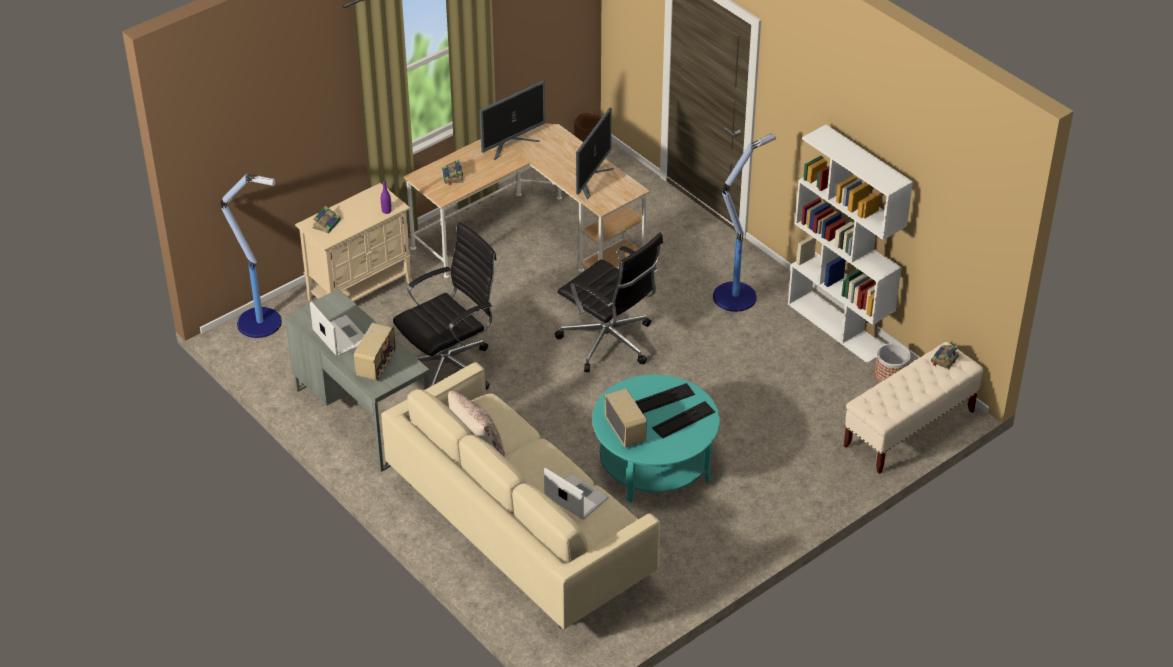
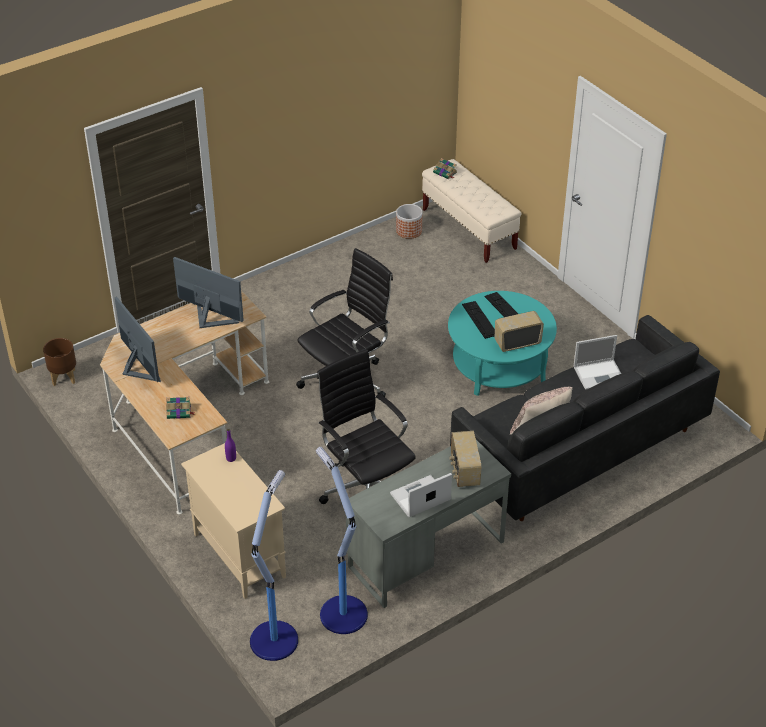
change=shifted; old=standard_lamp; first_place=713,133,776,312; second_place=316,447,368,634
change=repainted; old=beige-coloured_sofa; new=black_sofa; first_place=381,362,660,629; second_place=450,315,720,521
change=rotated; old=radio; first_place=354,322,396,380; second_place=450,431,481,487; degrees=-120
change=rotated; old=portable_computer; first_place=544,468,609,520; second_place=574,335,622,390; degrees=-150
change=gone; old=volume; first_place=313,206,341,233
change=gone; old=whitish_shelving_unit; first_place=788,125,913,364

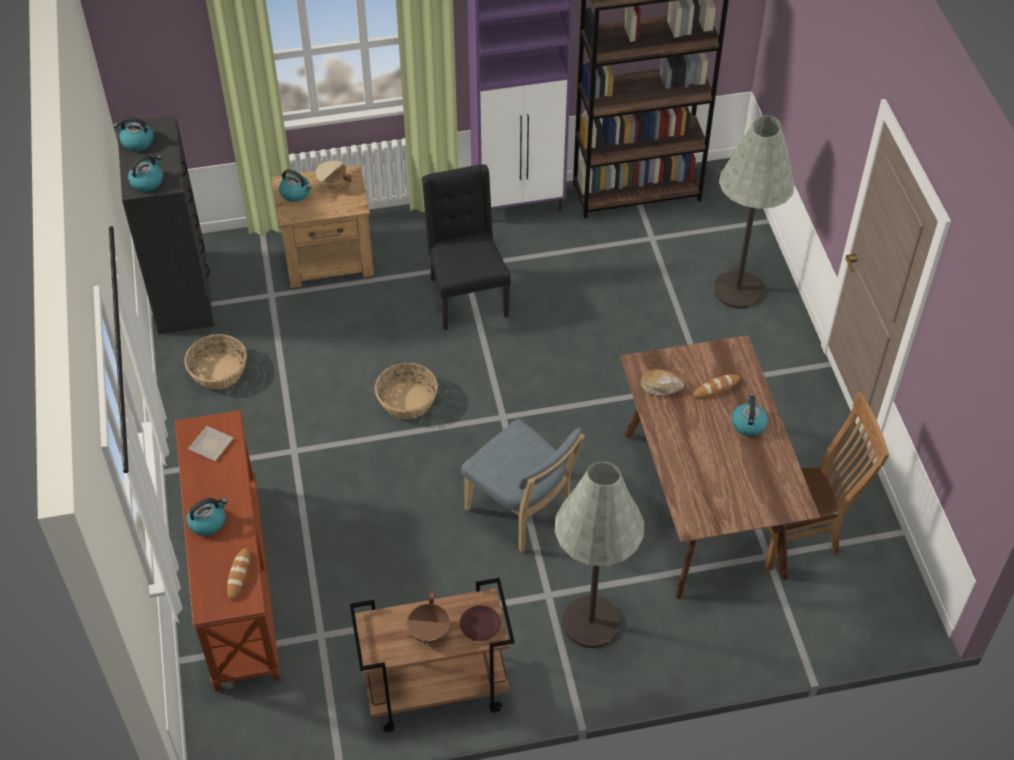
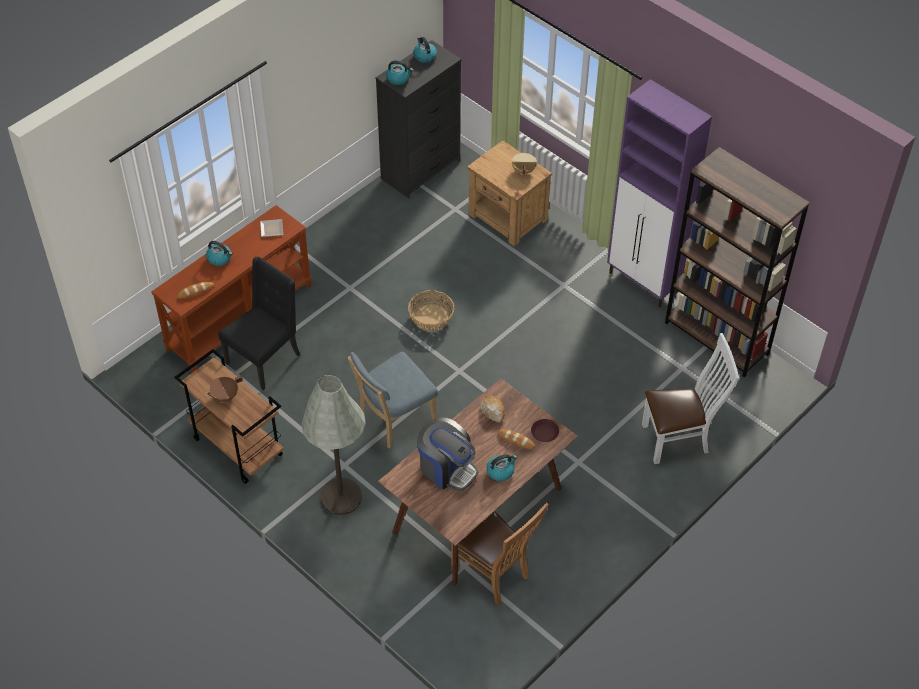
change=shifted; old=black_plain_chair; first_place=422,164,511,330; second_place=218,256,300,390
change=rotated; old=blue_plain_chair; first_place=461,419,585,552; second_place=348,352,438,448; degrees=45
change=new; new=coffee_machine; second_place=417,418,478,491
change=shifted; old=brownish_flat_dish; first_place=460,605,501,641; second_place=531,419,559,442
change=swapped; old=gray_standard_lamp; new=whitish_plain_chair; first_place=714,115,794,309; second_place=642,333,739,464
change=gone; old=household_basket; first_place=184,334,247,389
change=gone; old=tea_kettle; first_place=279,169,312,202

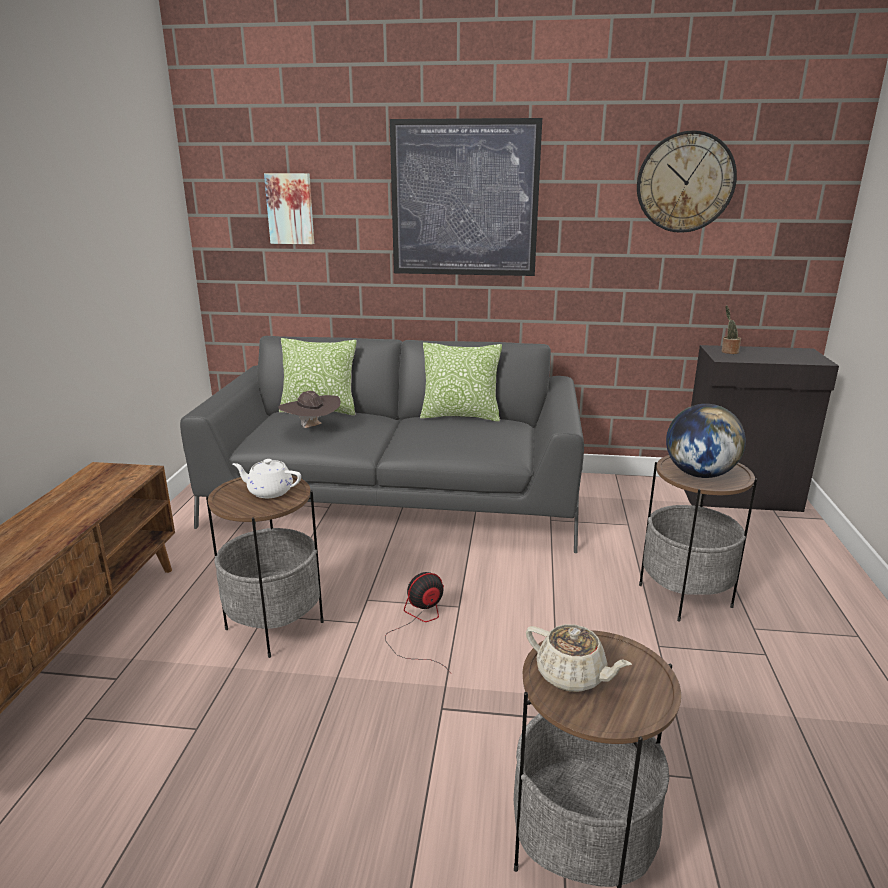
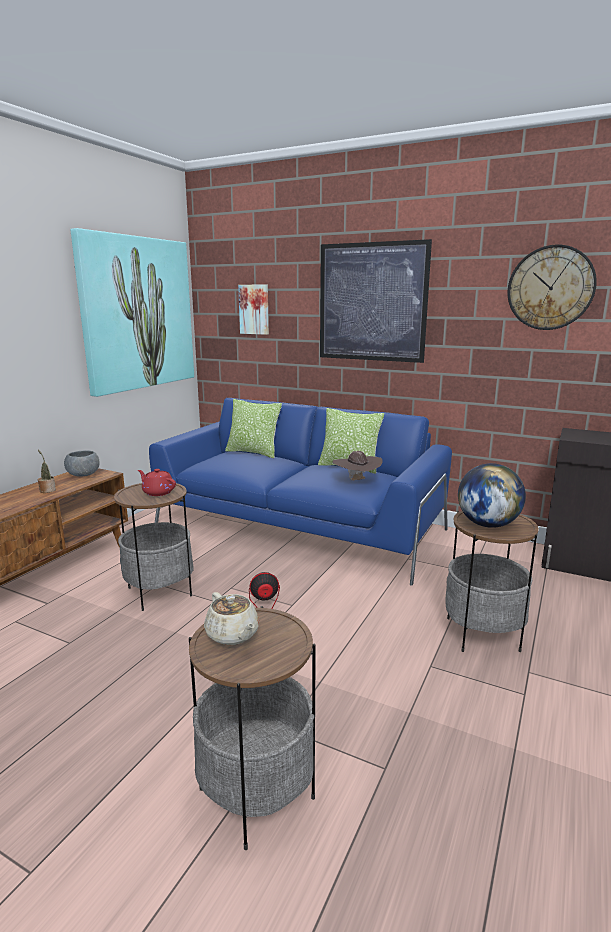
change=shifted; old=plant_in_a_pot; first_place=722,305,741,354; second_place=38,450,56,493
change=new; new=gray_deep_dish; second_place=64,450,100,477
change=new; new=wall_art; second_place=70,228,194,397
change=repainted; old=whitish_teapot; new=red_teapot; first_place=233,459,301,498; second_place=138,469,176,496
change=repainted; old=gray_sofa; new=blue_sofa; first_place=180,336,584,553; second_place=149,398,452,586
change=shifted; old=brownish_wearable_hat; first_place=278,391,341,428; second_place=333,451,382,480

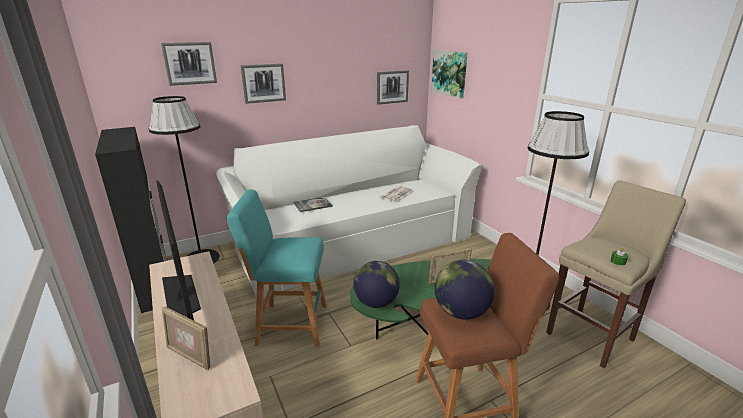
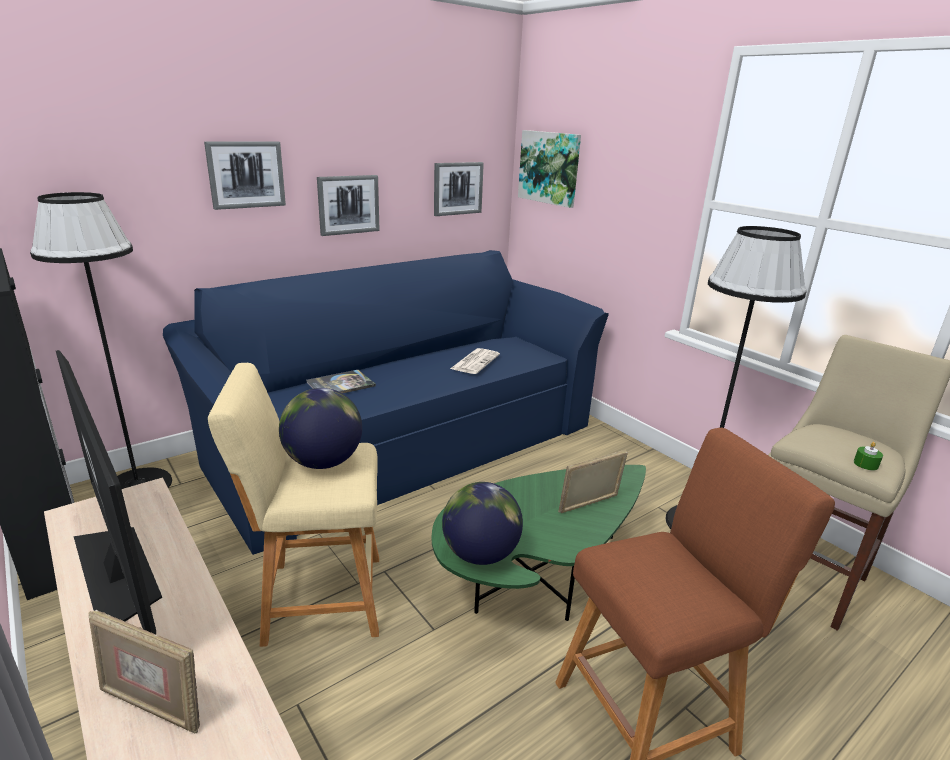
change=repainted; old=whitish_sofa; new=blue_sofa; first_place=216,125,483,297; second_place=163,250,609,555
change=repainted; old=turquoise_sitting_stool; new=beige-coloured_sitting_stool; first_place=227,189,327,347; second_place=208,363,379,647
change=shifted; old=desk_globe; first_place=435,260,495,320; second_place=279,388,362,469
change=shifted; old=wall_art; first_place=161,42,217,86; second_place=317,175,379,236

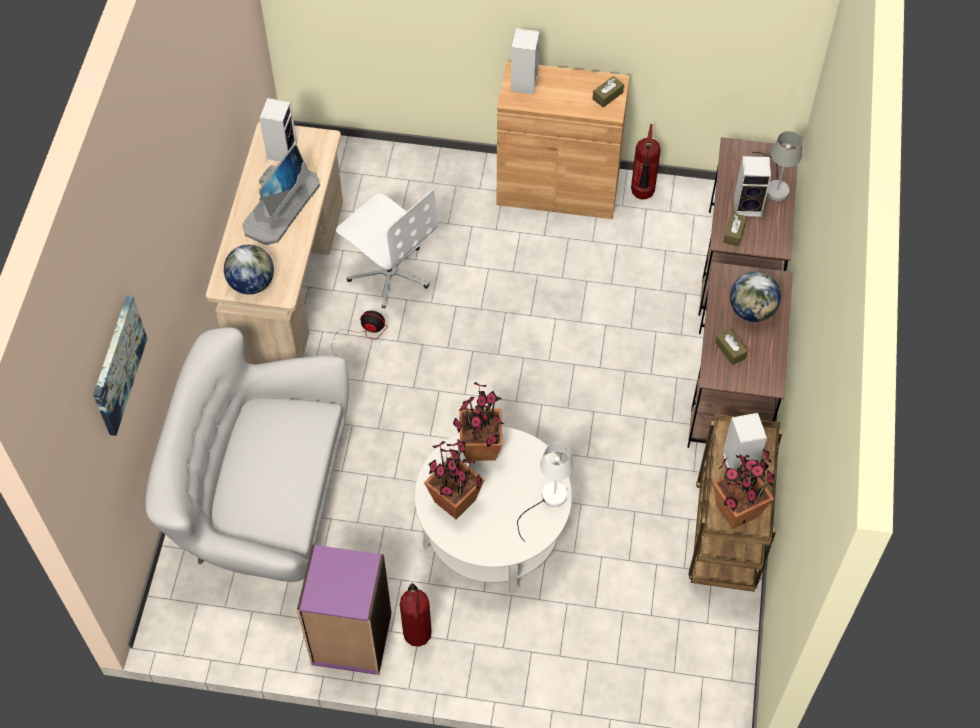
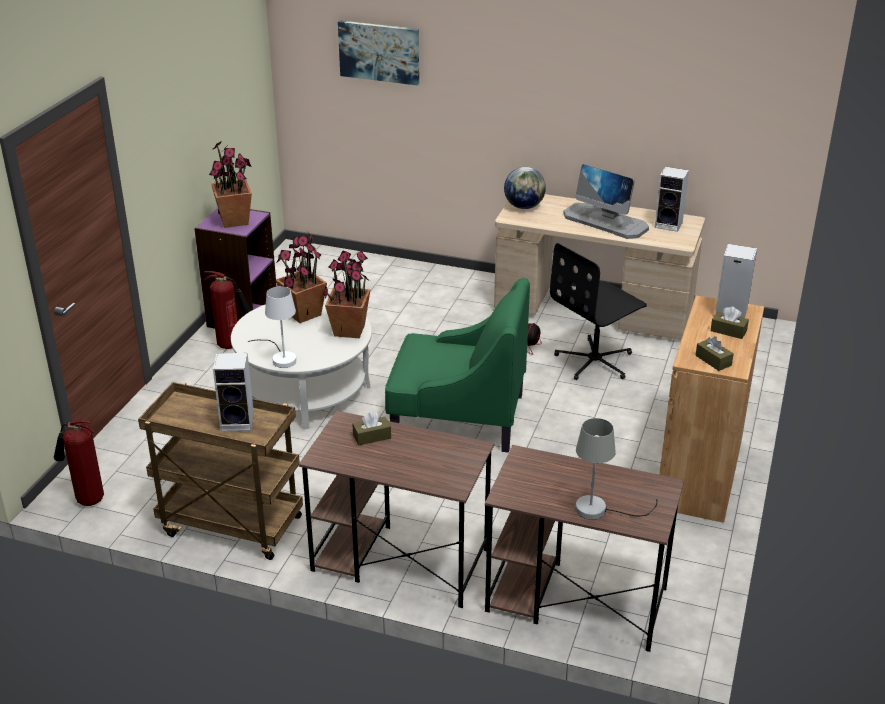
change=shifted; old=fire_extinguisher; first_place=631,124,661,200; second_place=54,420,104,506
change=shifted; old=plant_in_a_pot; first_place=713,449,775,529; second_place=209,140,252,228
change=new; new=green-coloured_armchair; second_place=385,278,530,453
change=repainted; old=whitish_office_chair; new=black_office_chair; first_place=336,190,438,309; second_place=550,243,647,380
change=shifted; old=brownish_tissue_box; first_place=723,213,747,247; second_place=711,307,749,339
change=gone; old=whitish_sofa; first_place=145,327,349,582
change=gone; old=desk_globe; first_place=730,272,781,322
change=gone; old=speaker; first_place=734,156,771,217

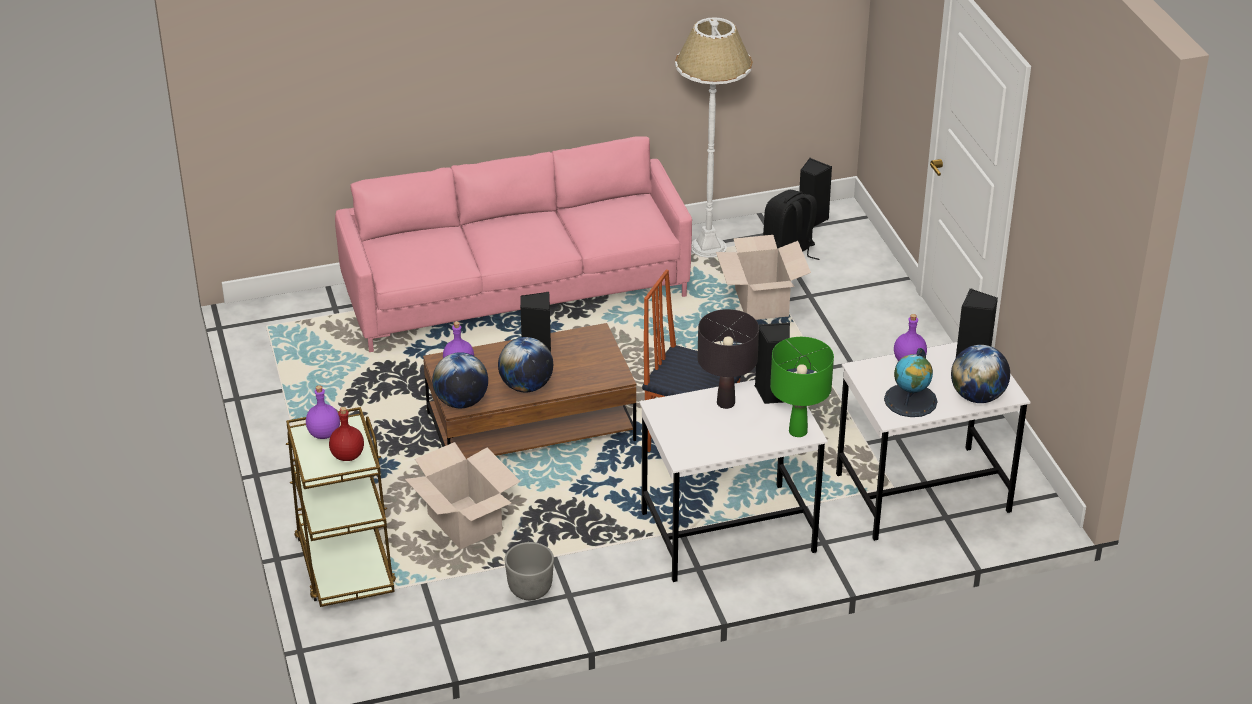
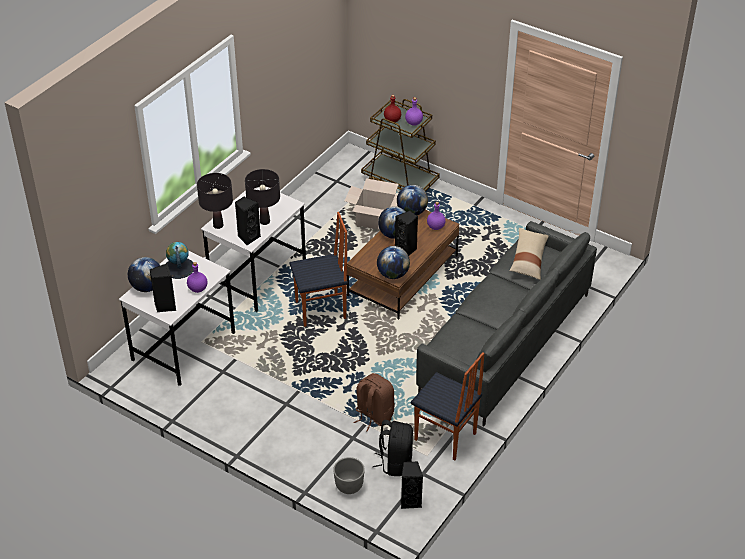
change=repainted; old=green-coloured_lamp_for_a_table; new=black_lamp_for_a_table; first_place=770,337,834,437; second_place=197,173,233,229
change=shifted; old=gray_plant_pot; first_place=505,542,554,600; second_place=333,457,365,494
change=swapped; old=carton; new=brownish_knapsack; first_place=716,235,811,320; second_place=353,373,395,432
change=new; new=desk_globe; second_place=377,246,410,279
change=swapped; old=whitish_standard_lamp; new=plain_chair; first_place=675,17,753,258; second_place=411,352,484,460
change=repainted; old=pink_sofa; new=gray_sofa; first_place=335,136,692,352; second_place=416,221,597,426
change=new; new=beige-coloured_throw_pillow; second_place=510,228,549,280

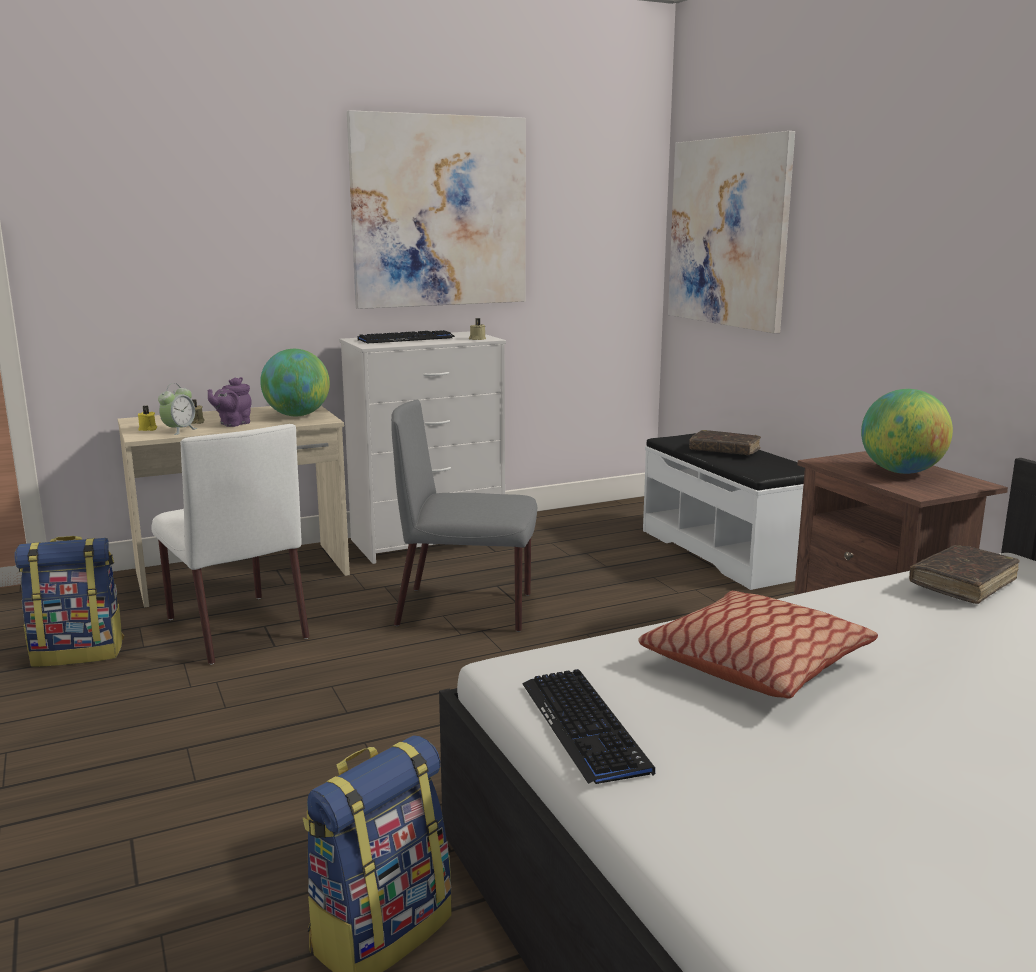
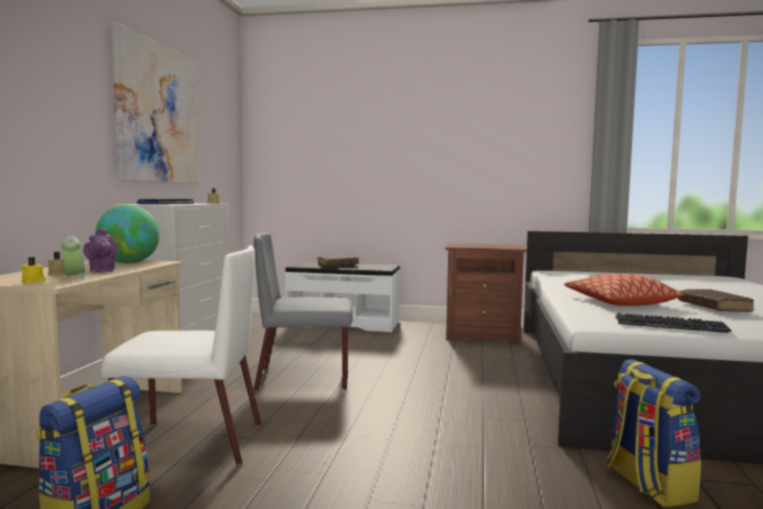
change=rotated; old=gray_plain_chair; first_place=391,400,537,632; second_place=254,233,353,391; degrees=45
change=shifted; old=brownish_volume; first_place=909,545,1020,604; second_place=678,289,754,312
change=gone; old=wall_art; first_place=668,131,795,333
change=gone; old=desk_globe; first_place=861,389,953,474

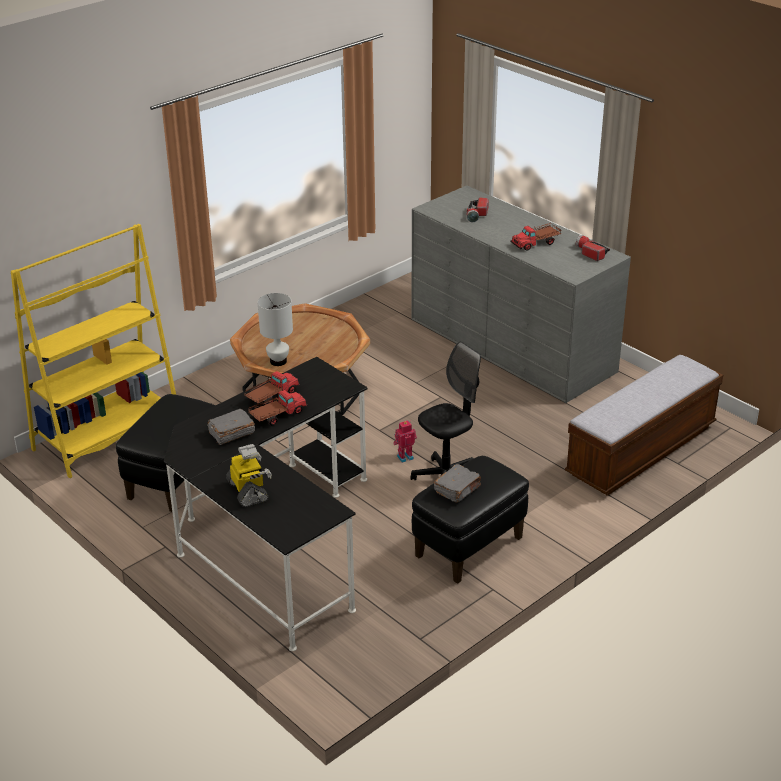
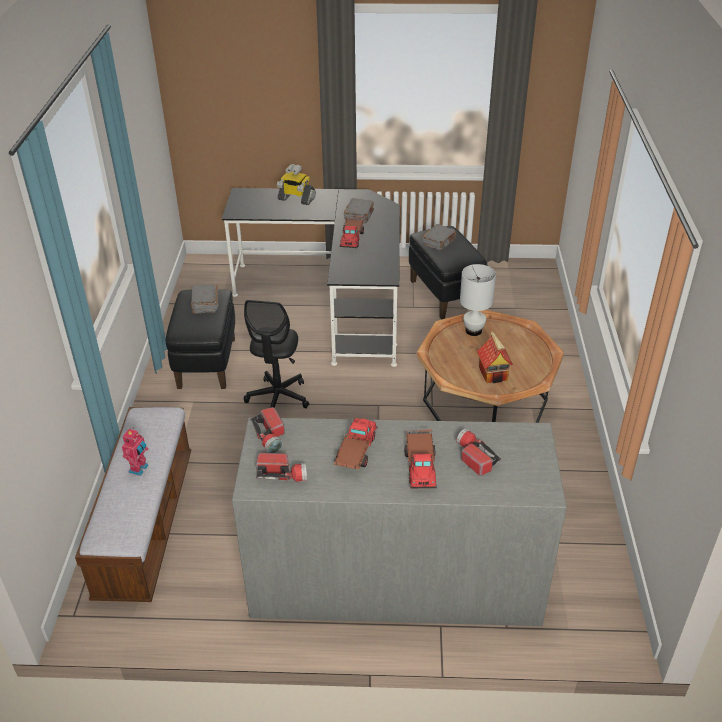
change=shifted; old=robot_figure; first_place=393,420,417,463; second_place=122,428,149,476
change=new; new=hand_torch; second_place=251,407,285,453
change=shifted; old=toy_lorry; first_place=244,371,300,404; second_place=405,429,437,488
change=new; new=gray_volume; second_place=422,224,456,250
change=new; new=model_house; second_place=477,331,513,383
change=gone; old=yellowish_shelving_unit; first_place=11,224,176,478

